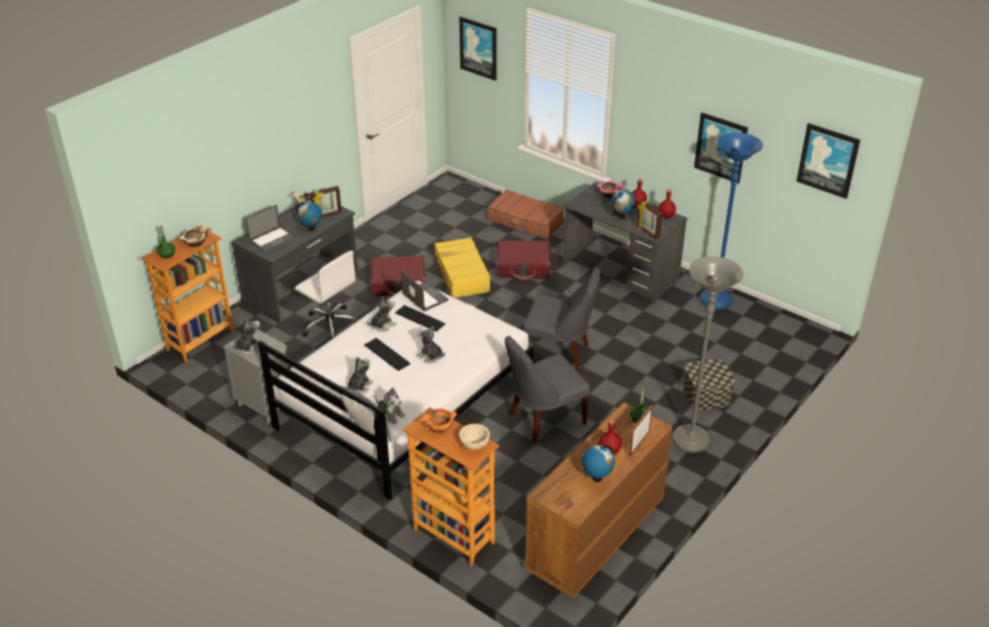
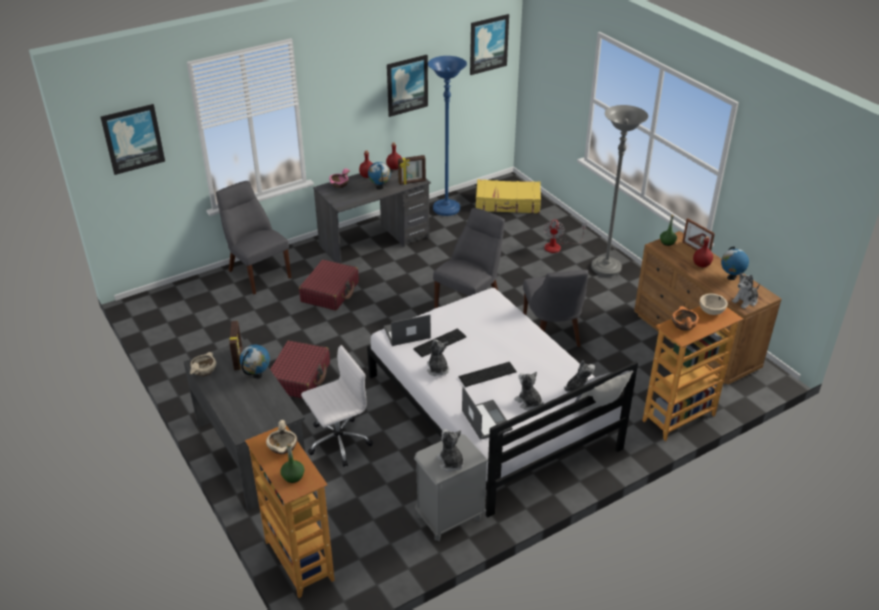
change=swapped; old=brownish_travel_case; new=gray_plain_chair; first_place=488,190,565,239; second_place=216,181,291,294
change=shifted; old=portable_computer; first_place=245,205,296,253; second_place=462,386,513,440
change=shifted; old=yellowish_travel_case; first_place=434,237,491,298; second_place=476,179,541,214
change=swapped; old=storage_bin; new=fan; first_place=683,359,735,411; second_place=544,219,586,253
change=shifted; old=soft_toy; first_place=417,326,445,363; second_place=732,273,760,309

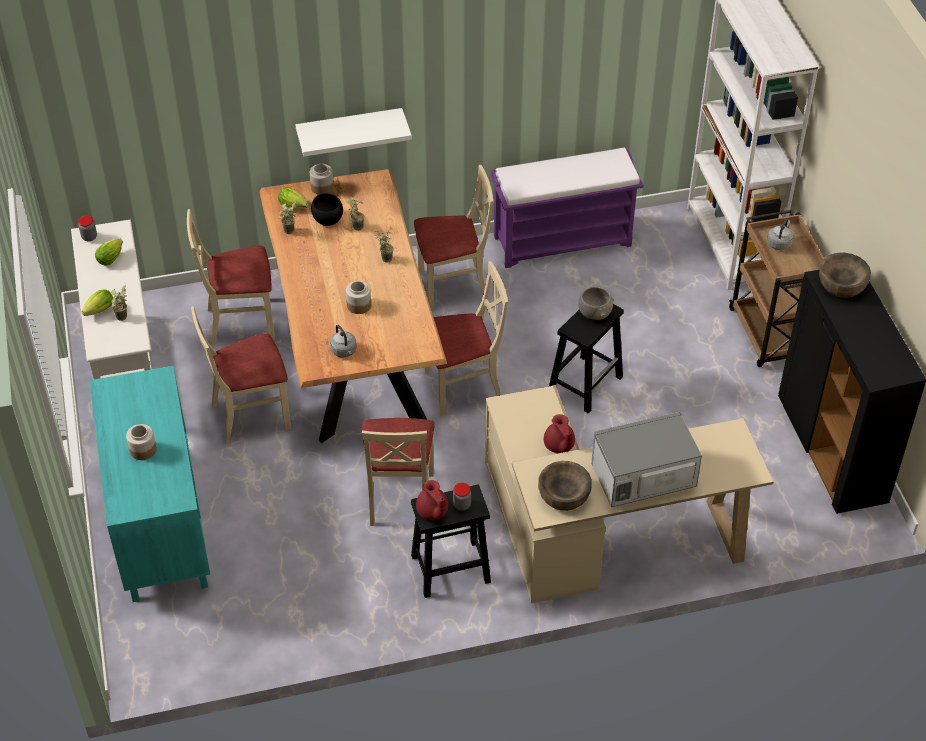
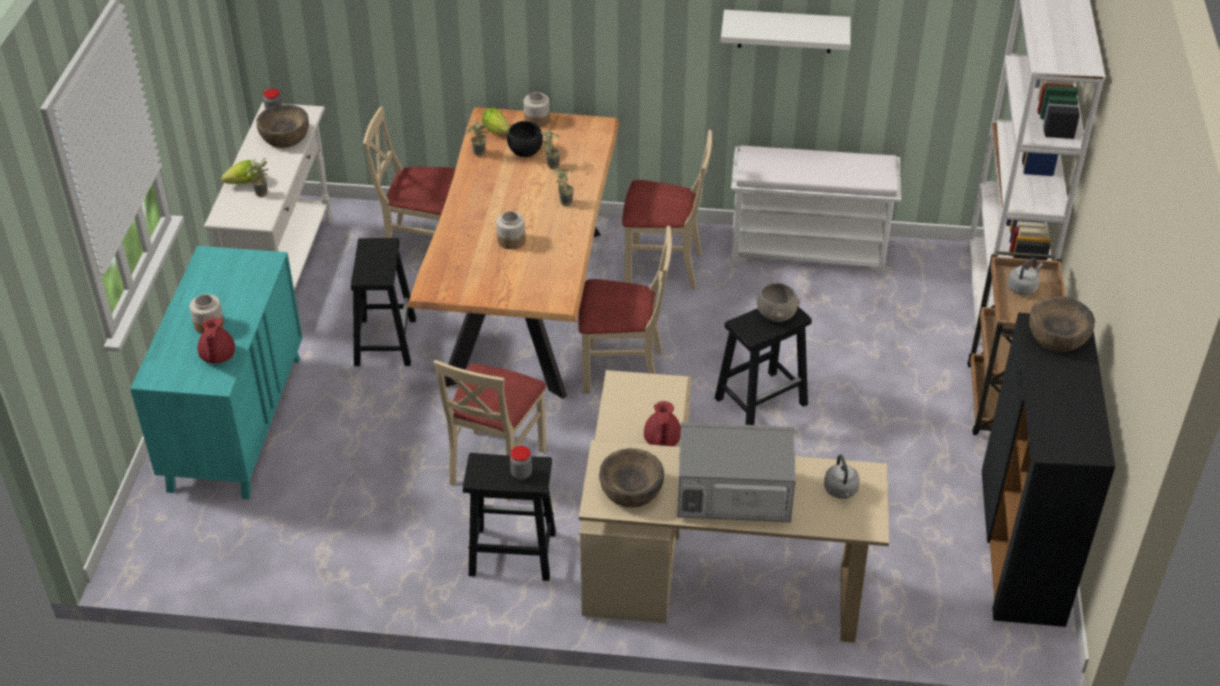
change=shifted; old=red_teapot; first_place=416,480,448,520; second_place=197,317,235,364
change=swapped; old=lettuce_head; new=brownish_deep_dish; first_place=95,238,123,266; second_place=256,104,309,148
change=swapped; old=beige-coloured_plain_chair; new=black_sitting_stool; first_place=191,306,291,444; second_place=351,238,416,366
change=shifted; old=whitish_bracket_shelf; first_place=296,108,412,156; second_place=721,10,851,53
change=repainted; old=purplish_bench; new=whitish_bench; first_place=491,147,644,268; second_place=731,145,901,274
change=shifted; old=gray_tea_kettle; first_place=330,325,357,357; second_place=824,454,860,499

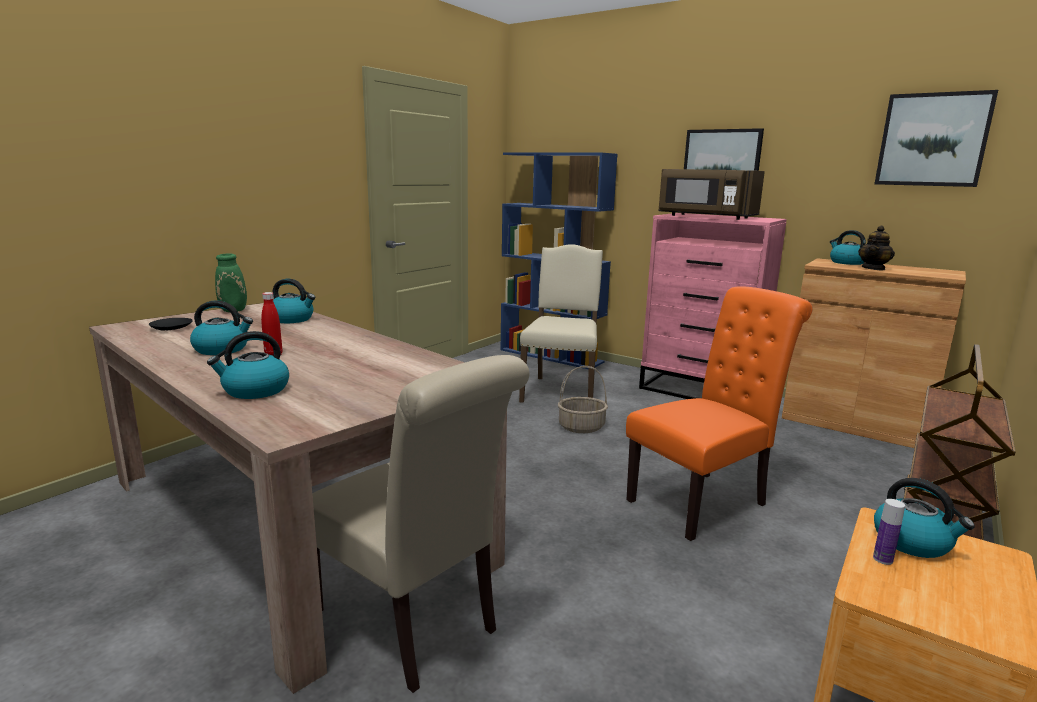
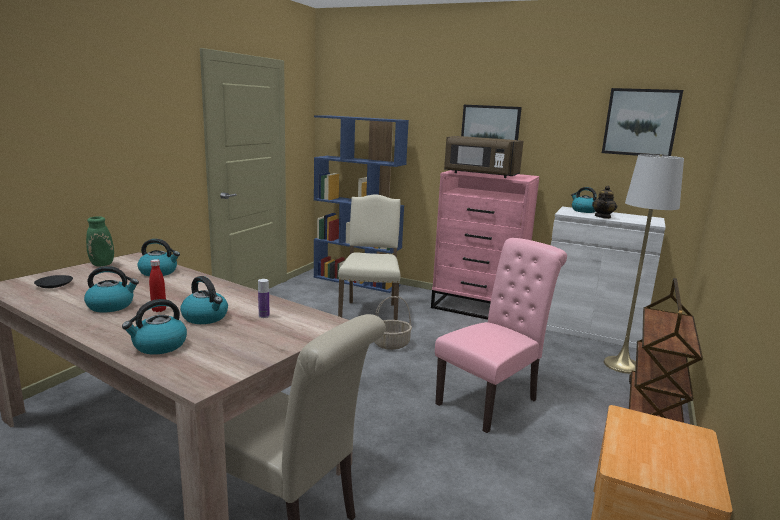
change=shifted; old=tea_kettle; first_place=874,478,975,558; second_place=180,276,228,324
change=shifted; old=beverage_bottle; first_place=873,499,905,565; second_place=258,279,270,318
change=repainted; old=orange-coloured_plain_chair; new=pink_plain_chair; first_place=626,287,813,541; second_place=435,238,567,433
change=repainted; old=brownish_cabinet; new=whitish_cabinet; first_place=782,258,966,448; second_place=546,206,666,349
change=new; new=whitish_standard_lamp; second_place=604,154,684,374

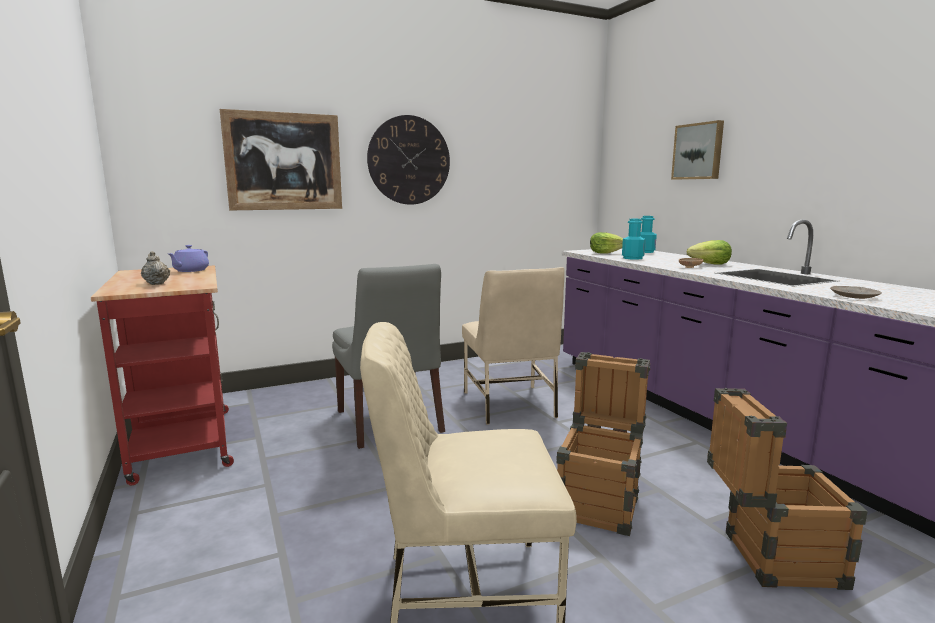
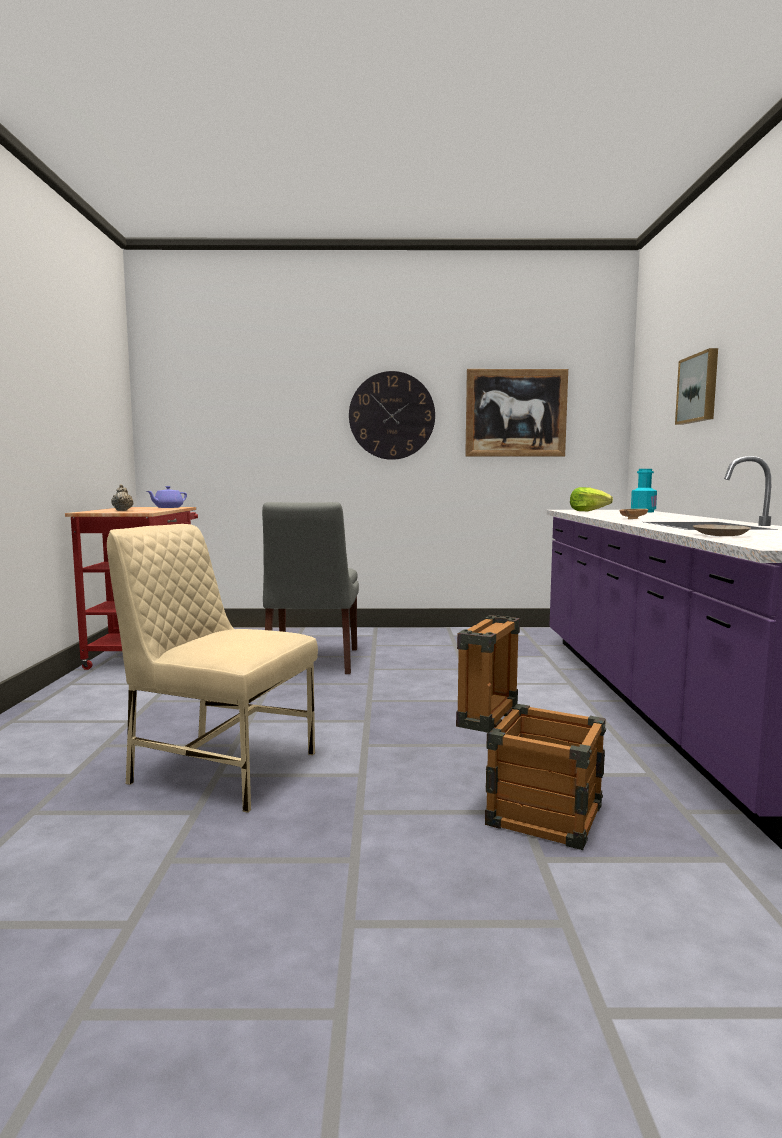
change=shifted; old=wall_art; first_place=220,109,342,210; second_place=465,369,568,457
change=gone; old=beige-coloured_plain_chair; first_place=462,267,565,425
change=gone; old=packing_crate; first_place=556,352,650,536
change=gone; old=turquoise_beverage_bottle; first_place=622,219,645,260
change=gone; old=lettuce_head; first_place=687,240,732,265

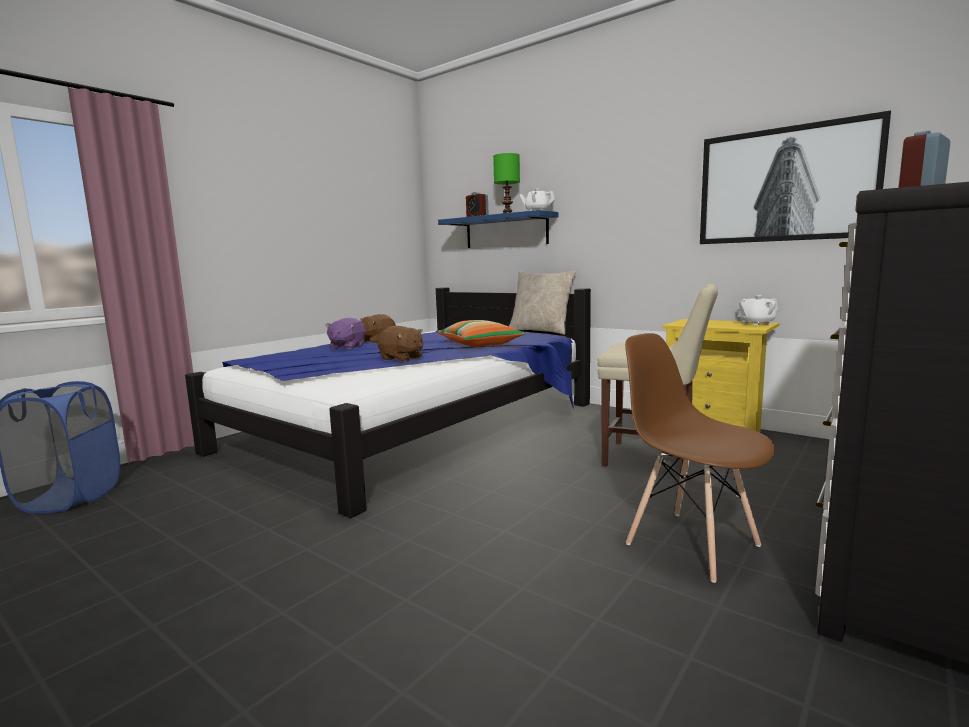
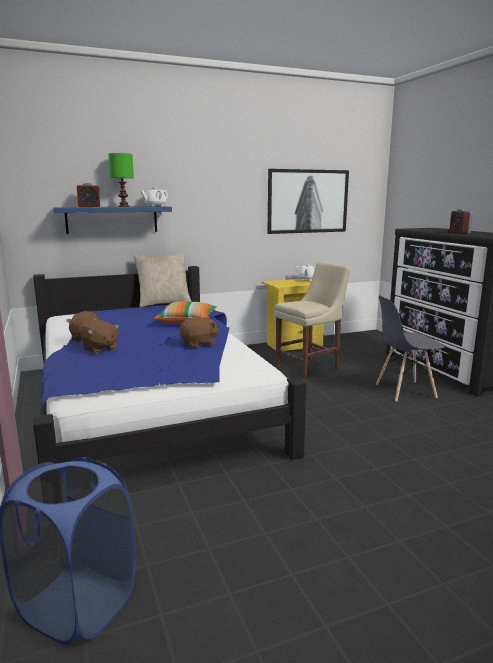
change=repainted; old=purplish_soft_toy; new=brownish_soft_toy; first_place=325,318,365,349; second_place=81,320,119,354
change=repainted; old=brownish_plain_chair; new=gray_plain_chair; first_place=625,333,775,583; second_place=376,295,445,401

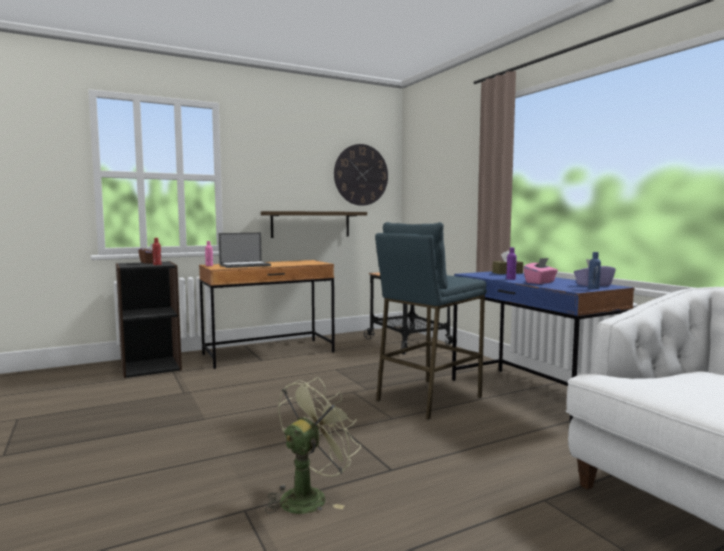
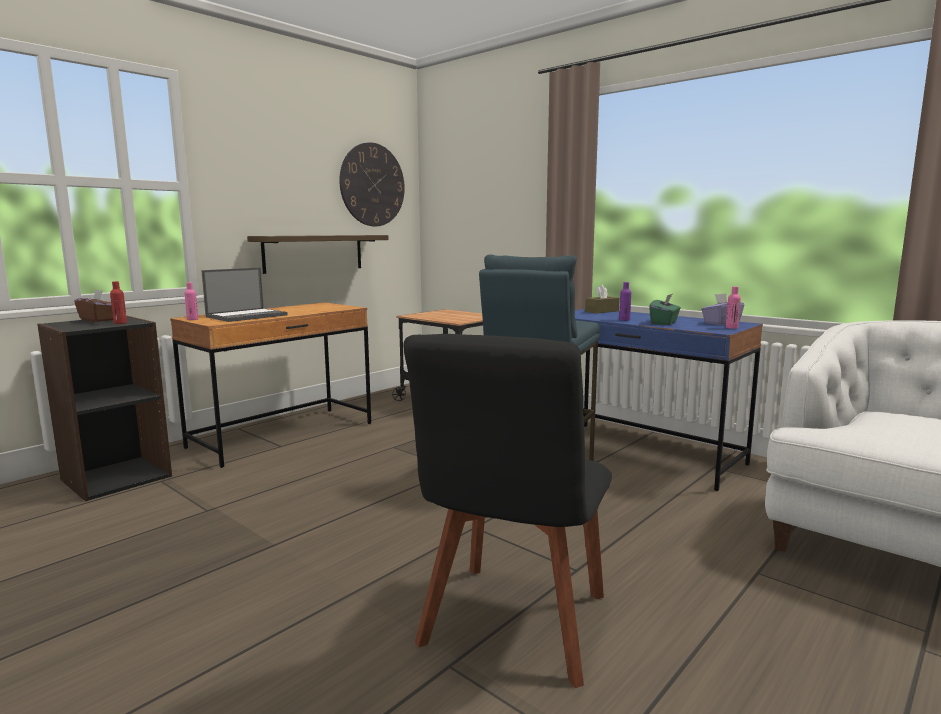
change=swapped; old=green-coloured_fan; new=black_plain_chair; first_place=265,377,361,514; second_place=403,334,612,688
change=repainted; old=pink_tissue_box; new=green-coloured_tissue_box; first_place=523,258,558,284; second_place=649,294,681,325
change=repainted; old=blue_beverage_bottle; new=pink_beverage_bottle; first_place=588,252,601,289; second_place=726,286,741,329

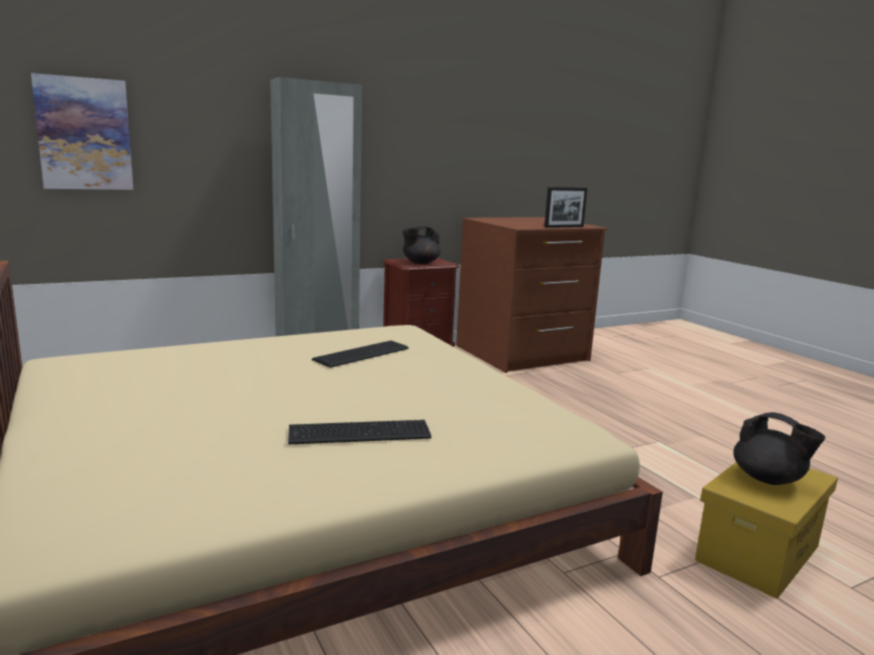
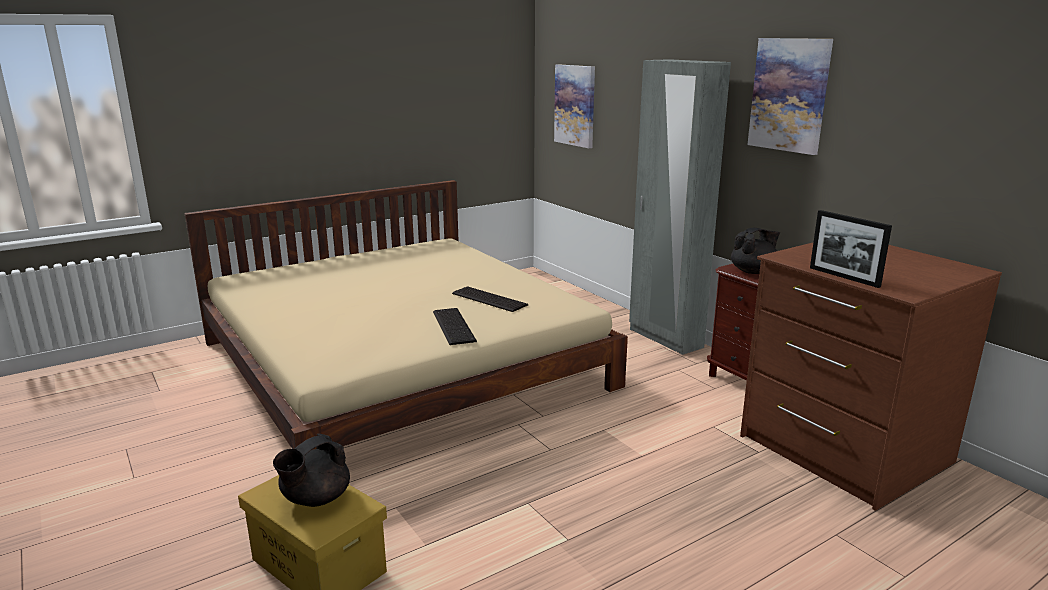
change=shifted; old=keyboard; first_place=288,420,431,445; second_place=433,308,477,345
change=rotated; old=black_teapot; first_place=403,226,440,264; second_place=731,228,780,274; degrees=105
change=new; new=wall_art; second_place=747,38,833,155

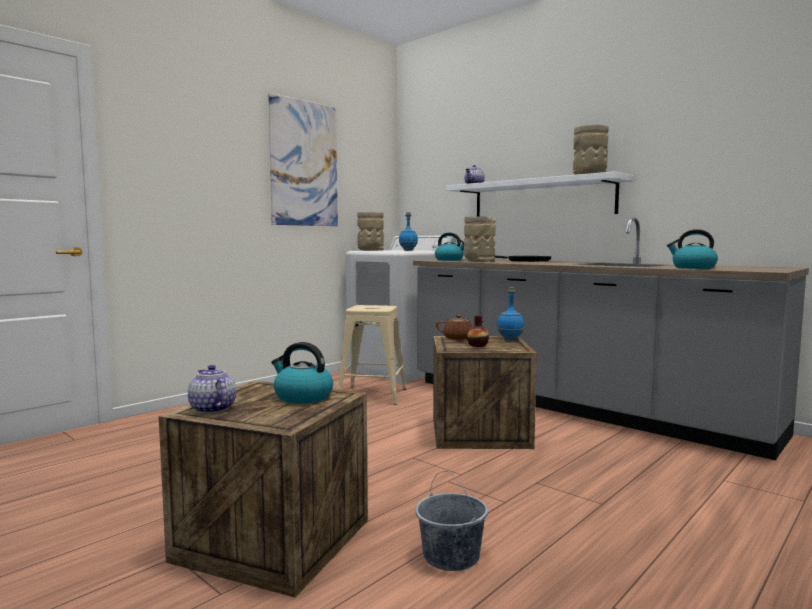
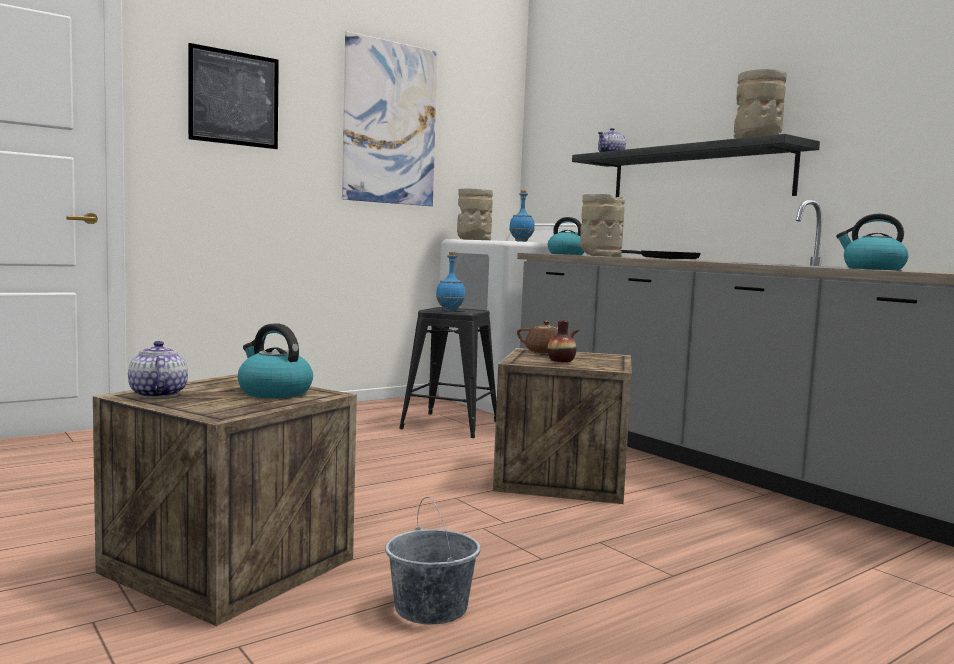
change=new; new=wall_art; second_place=188,43,279,149
change=repainted; old=beige-coloured_sitting_stool; new=black_sitting_stool; first_place=338,305,406,405; second_place=399,307,497,438
change=shifted; old=blue_beverage_bottle; first_place=497,287,524,341; second_place=436,252,466,312
change=repainted; old=whitish_bracket_shelf; new=black_bracket_shelf; first_place=446,171,633,217; second_place=572,134,820,197

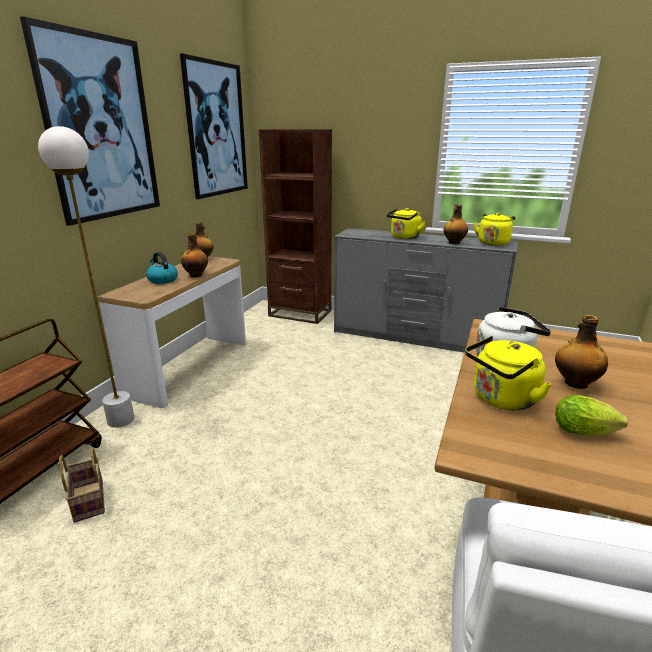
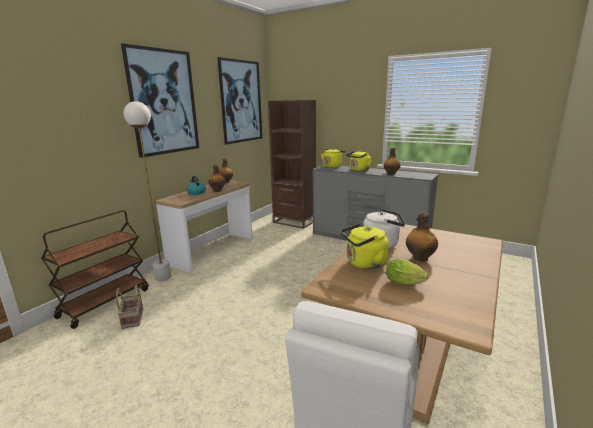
change=shifted; old=yellowish_tea_kettle; first_place=473,213,516,246; second_place=321,148,345,168

